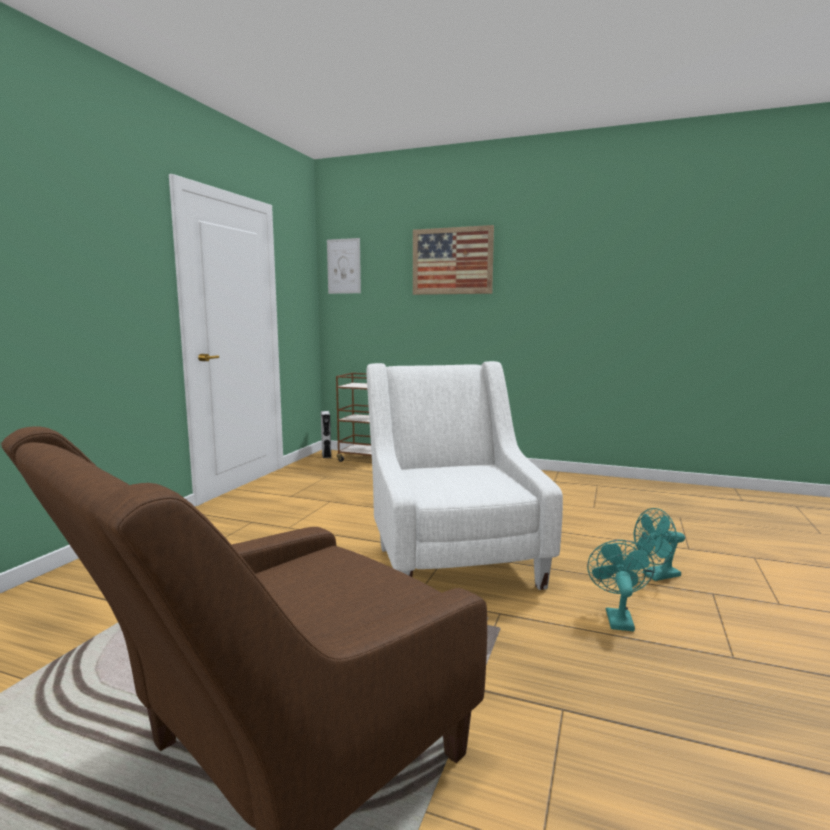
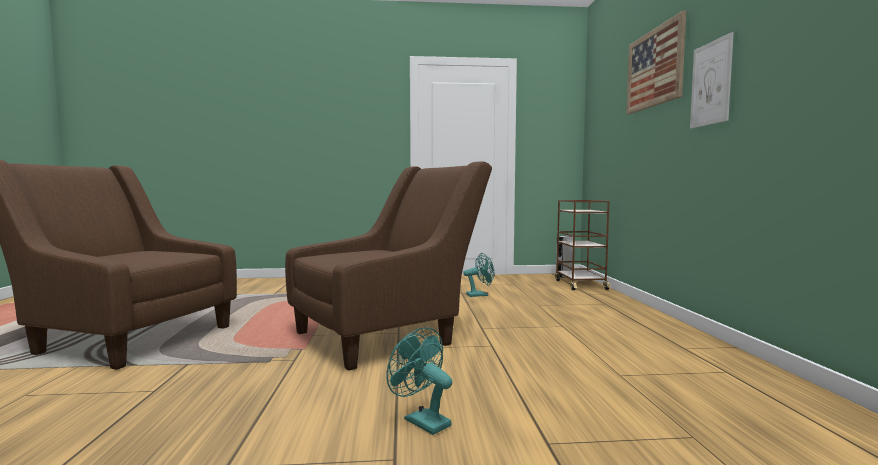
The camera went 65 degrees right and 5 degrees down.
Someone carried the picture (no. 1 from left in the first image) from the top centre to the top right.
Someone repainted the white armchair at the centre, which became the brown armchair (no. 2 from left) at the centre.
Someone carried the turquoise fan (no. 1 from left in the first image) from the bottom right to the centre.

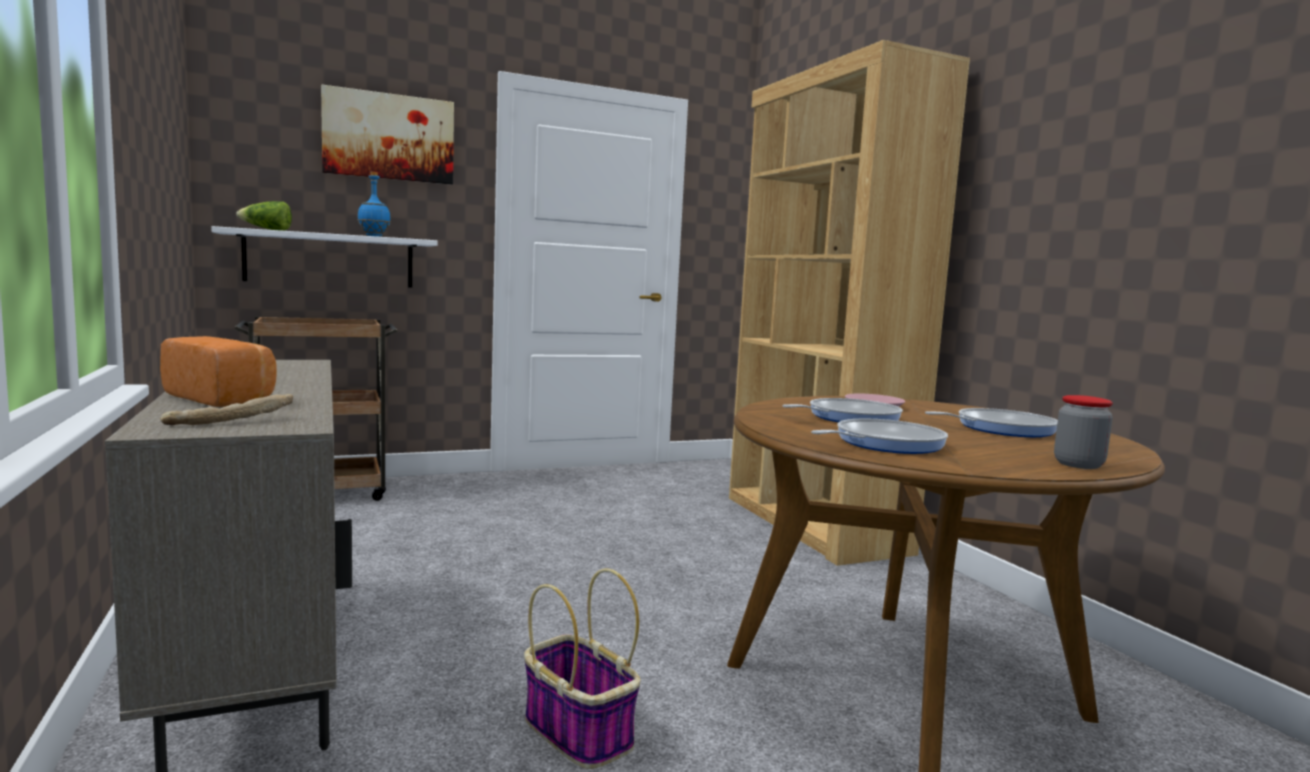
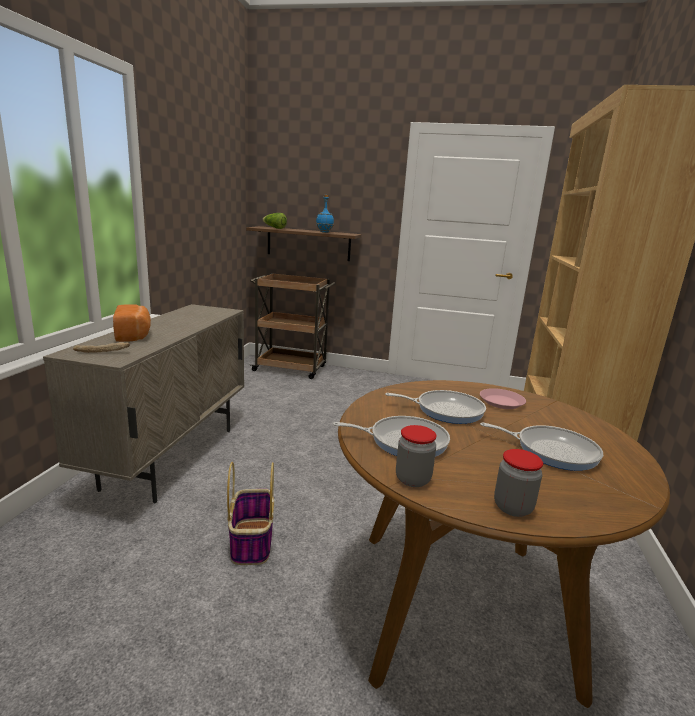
The camera went 35 degrees right and 10 degrees up.
Someone repainted the white shelf at the top left, which became the brown shelf at the centre.
Someone took away the picture at the top left.
Someone put down the jar (no. 1 from left) at the centre.

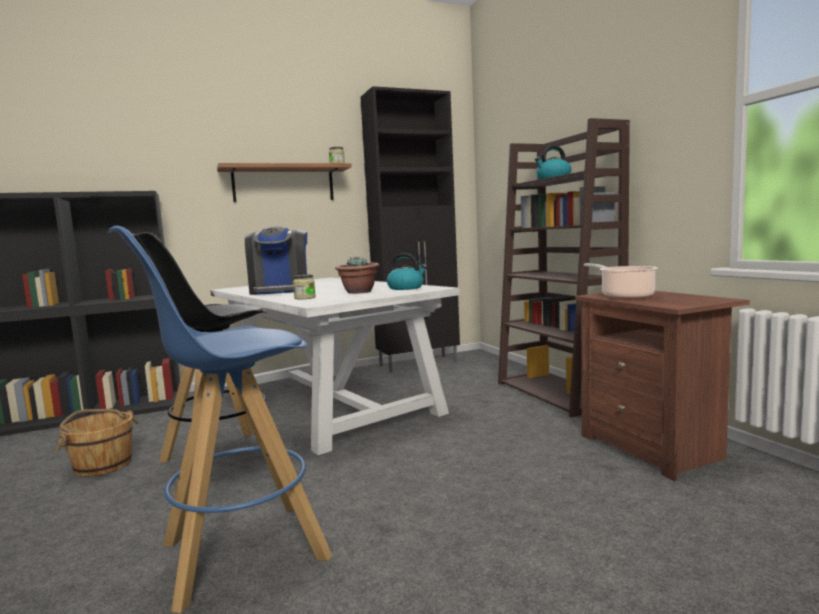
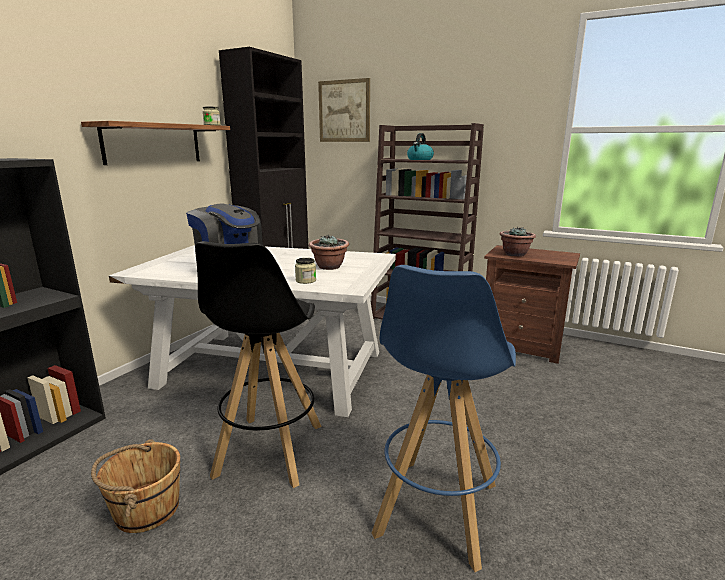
The camera went 40 degrees left and 10 degrees up.
Someone took away the kettle (no. 1 from left) at the centre.
Someone swapped the cooking pot at the middle right for the potted plant (no. 2 from left) at the middle right.
Someone put up the picture at the top centre.

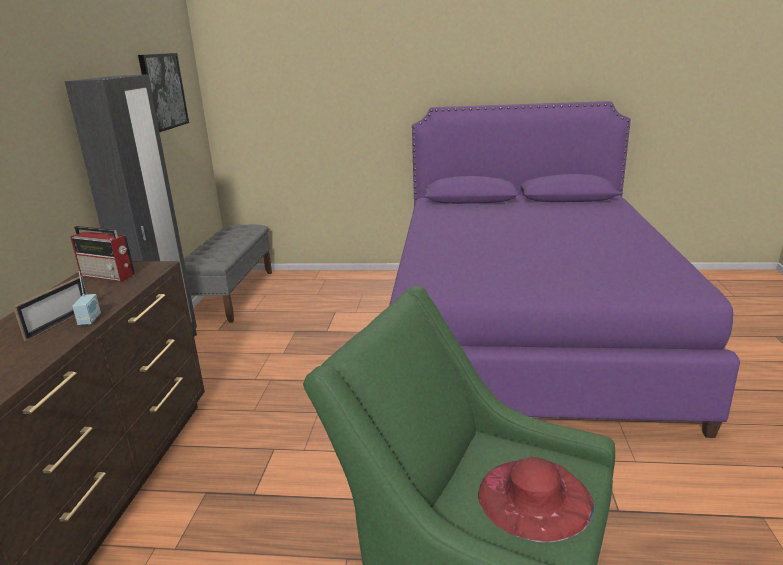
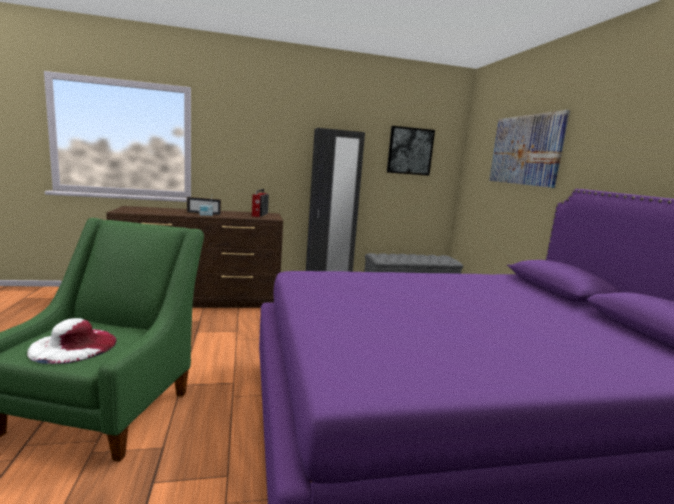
The camera went 70 degrees right and 10 degrees down.
Someone repainted the red hat at the bottom right, which became the white hat at the bottom left.
Someone put up the picture (no. 2 from left) at the top right.

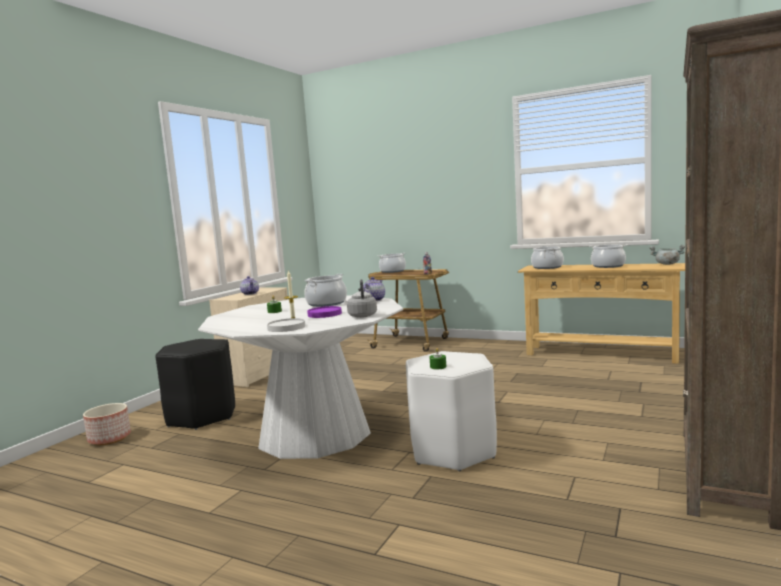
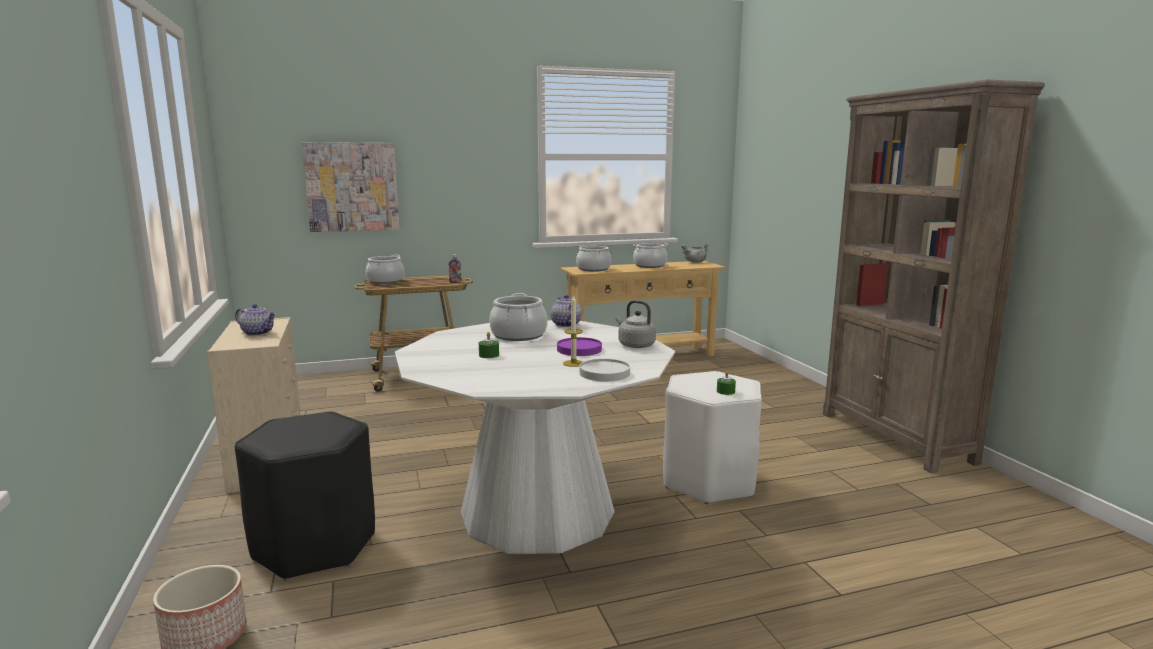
The camera went 45 degrees left and 5 degrees up.
Someone put up the picture at the top left.

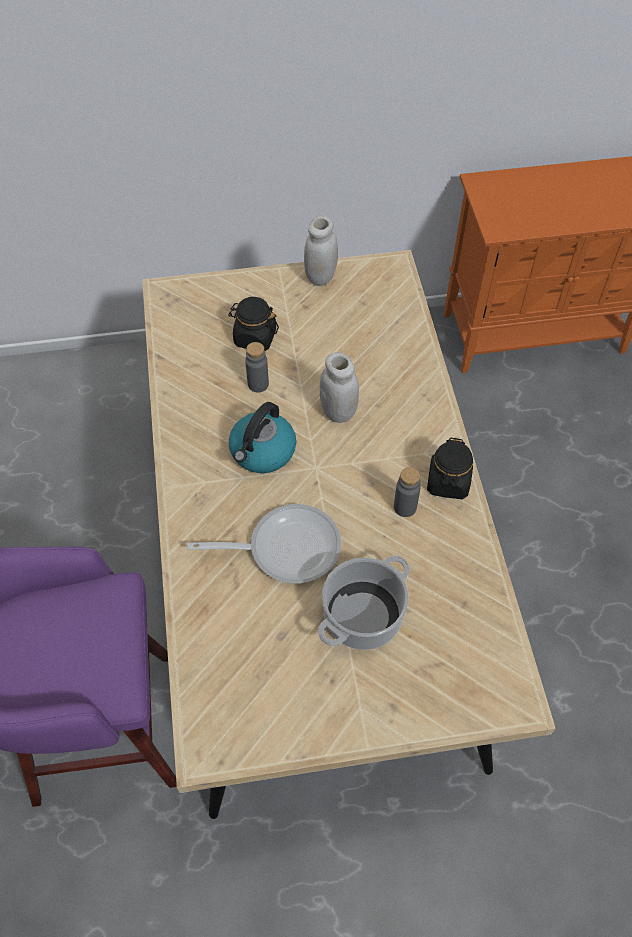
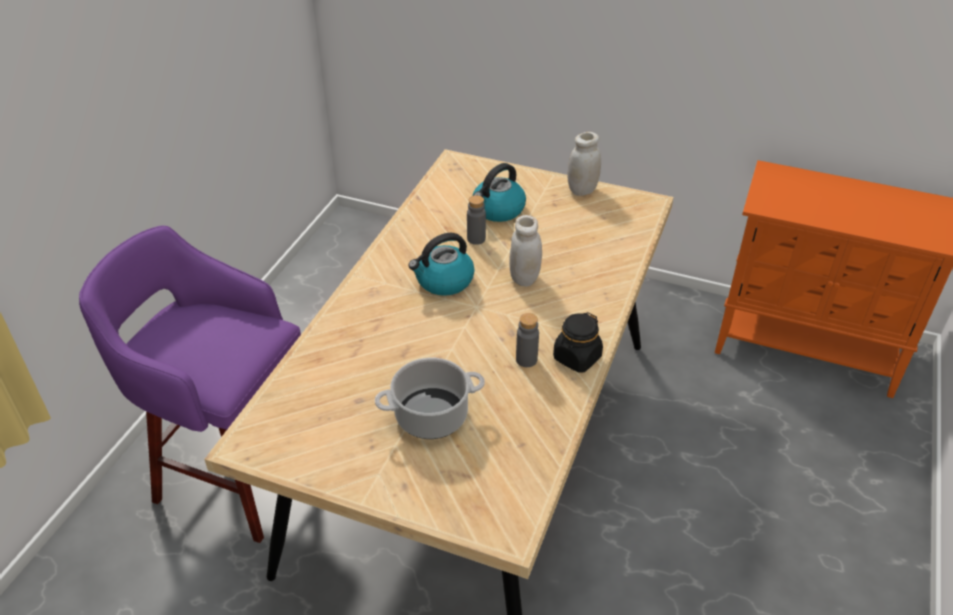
The camera went 30 degrees right and 15 degrees down.
Someone took away the frying pan at the centre.
Someone swapped the black jar (no. 1 from left) at the centre for the kettle (no. 2 from left) at the top centre.

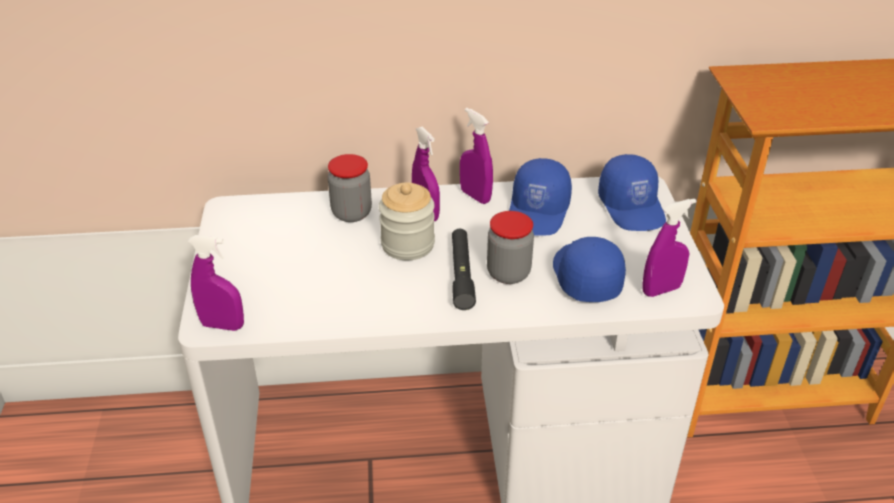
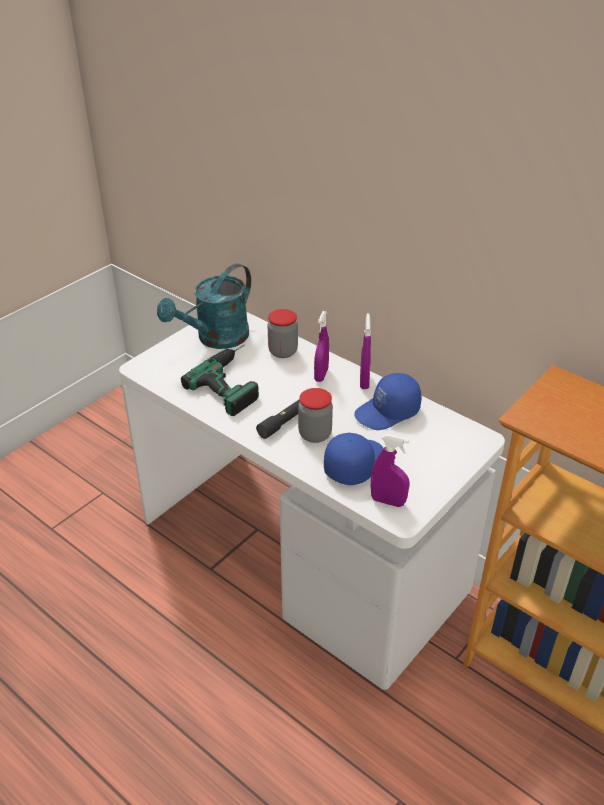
The camera went 45 degrees right and 0 degrees up.
Someone took away the purple spray bottle (no. 1 from left) at the middle left.
Someone took away the jar (no. 2 from left) at the centre.
Someone took away the blue cap (no. 3 from left) at the middle right.
Someone put down the turquoise watering can at the centre.
Someone put down the power drill at the centre.

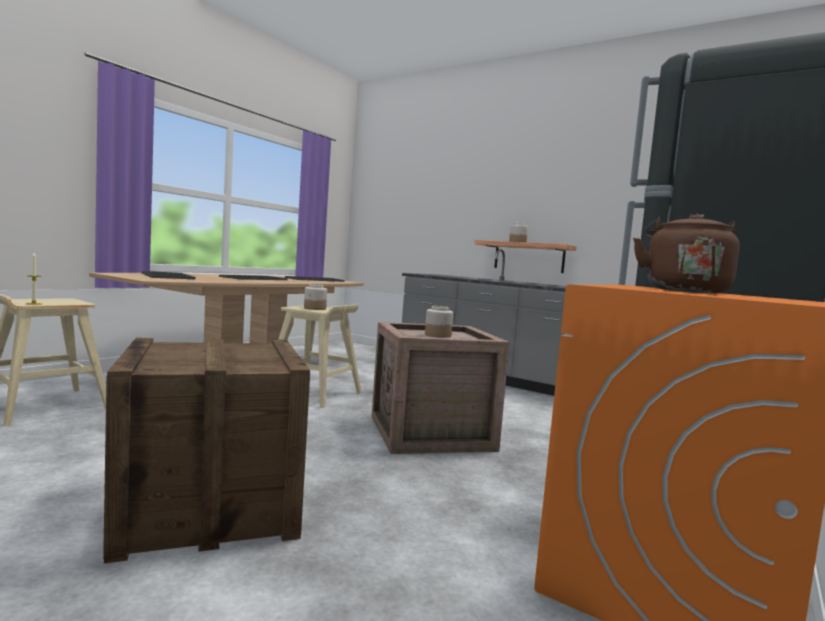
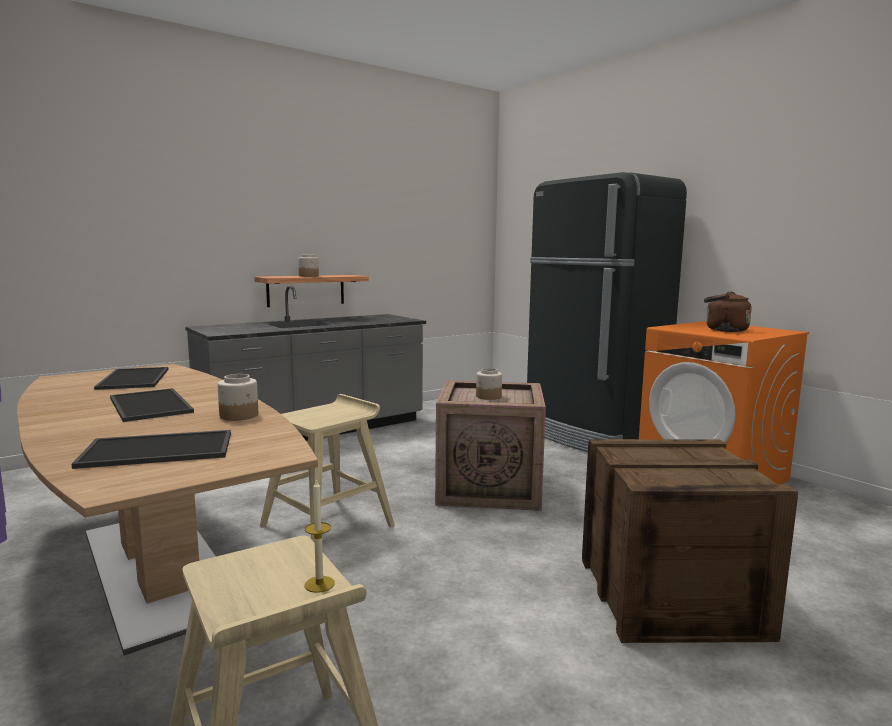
The camera went 70 degrees left and 5 degrees up.
Someone carried the jar (no. 1 from left) from the centre to the middle left.

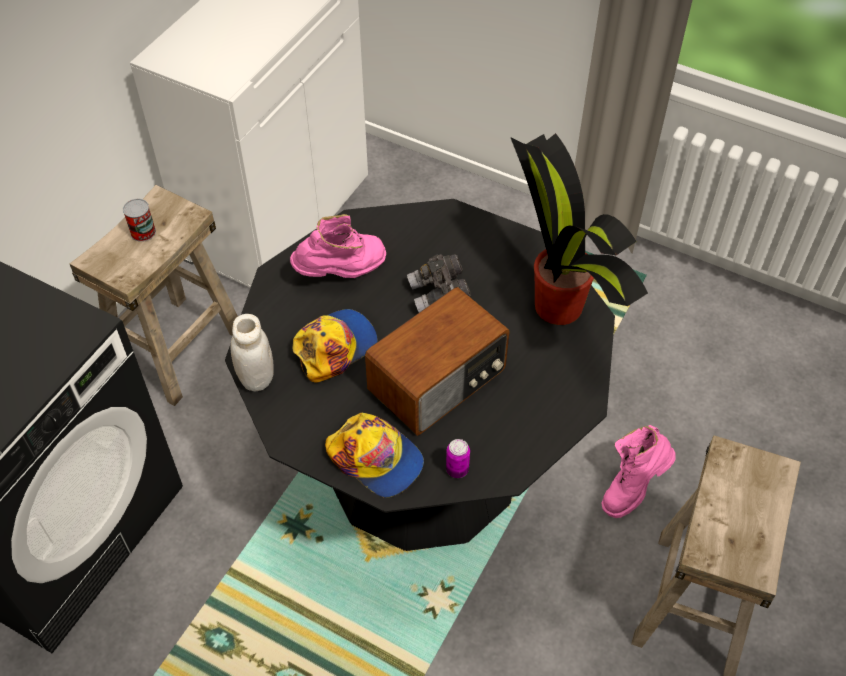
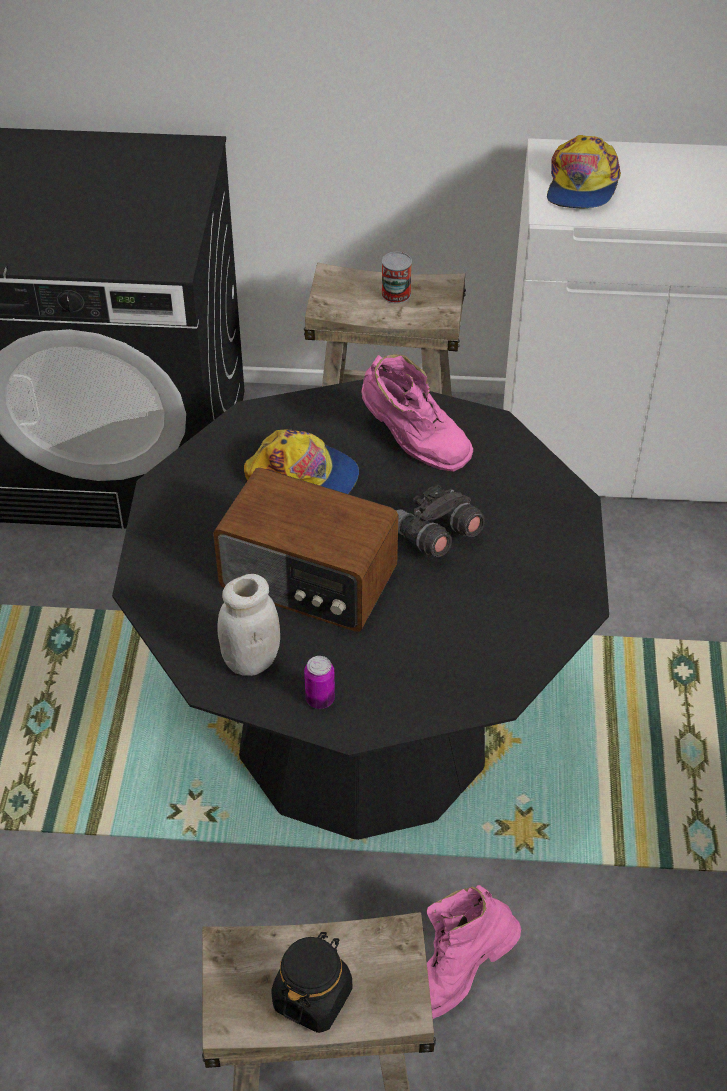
The camera went 65 degrees right and 5 degrees down.
Someone carried the white jar from the middle left to the centre.
Someone carried the cap (no. 2 from left) from the bottom centre to the top right.
Someone carried the can (no. 2 from left in the first image) from the bottom centre to the centre.
Someone took away the potted plant at the middle right.
Someone rotated the pink boot (no. 2 from left) at the bottom right by 60 degrees counterclockwise.
Someone put down the black jar at the bottom centre.

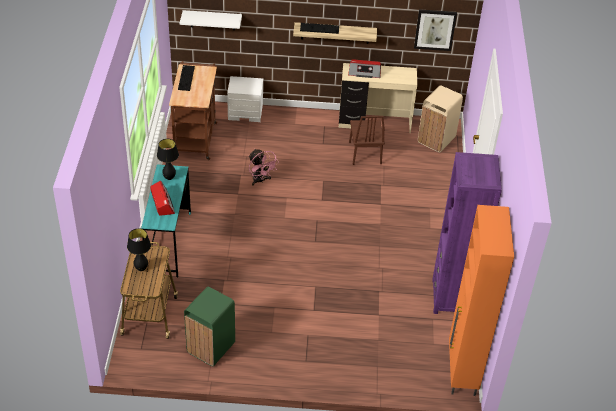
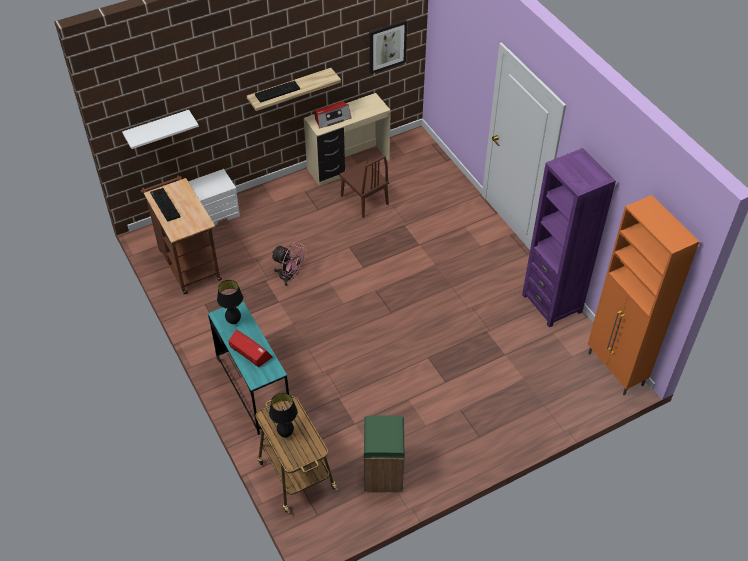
The camera went 30 degrees left and 5 degrees up.
Someone took away the beige trash can at the top right.

